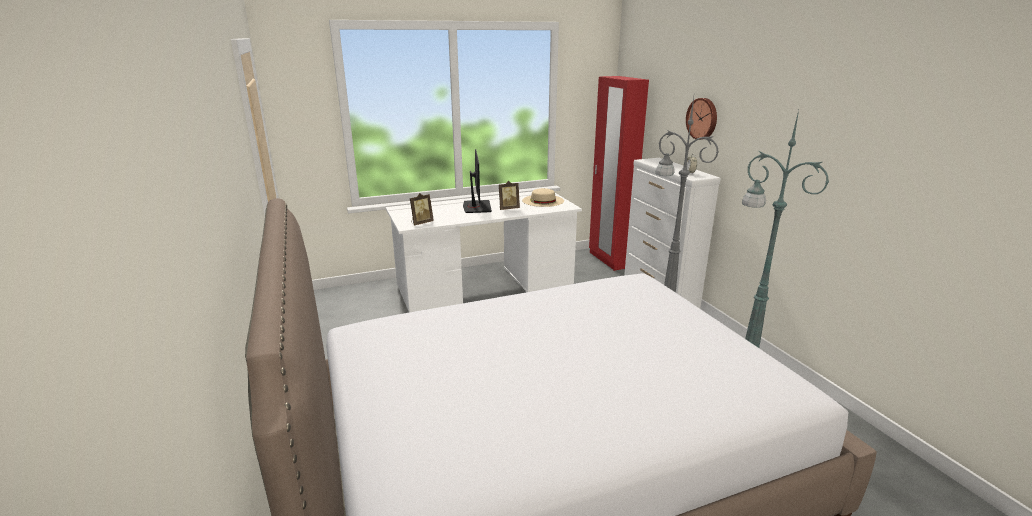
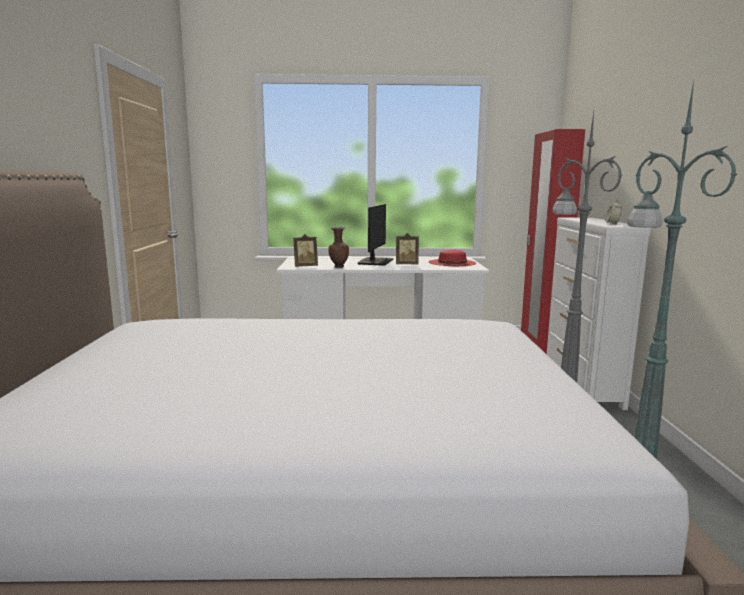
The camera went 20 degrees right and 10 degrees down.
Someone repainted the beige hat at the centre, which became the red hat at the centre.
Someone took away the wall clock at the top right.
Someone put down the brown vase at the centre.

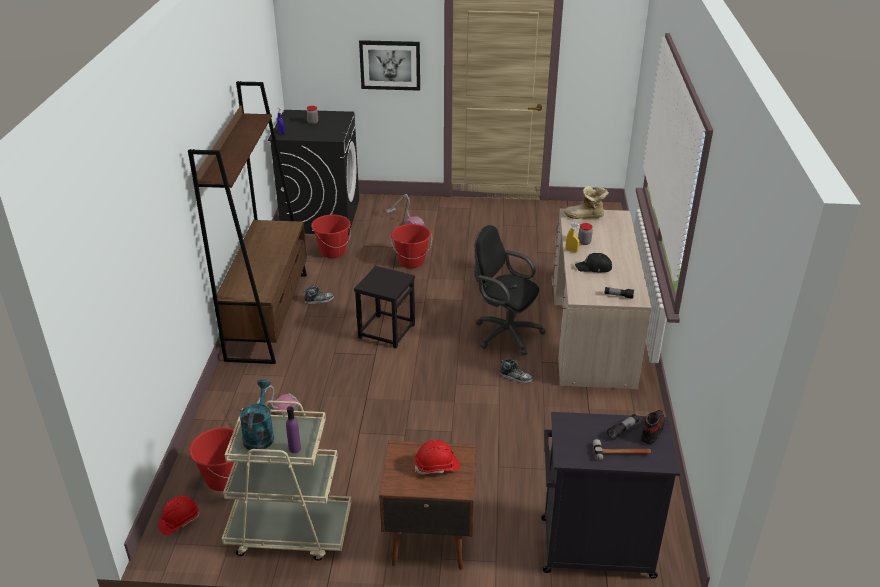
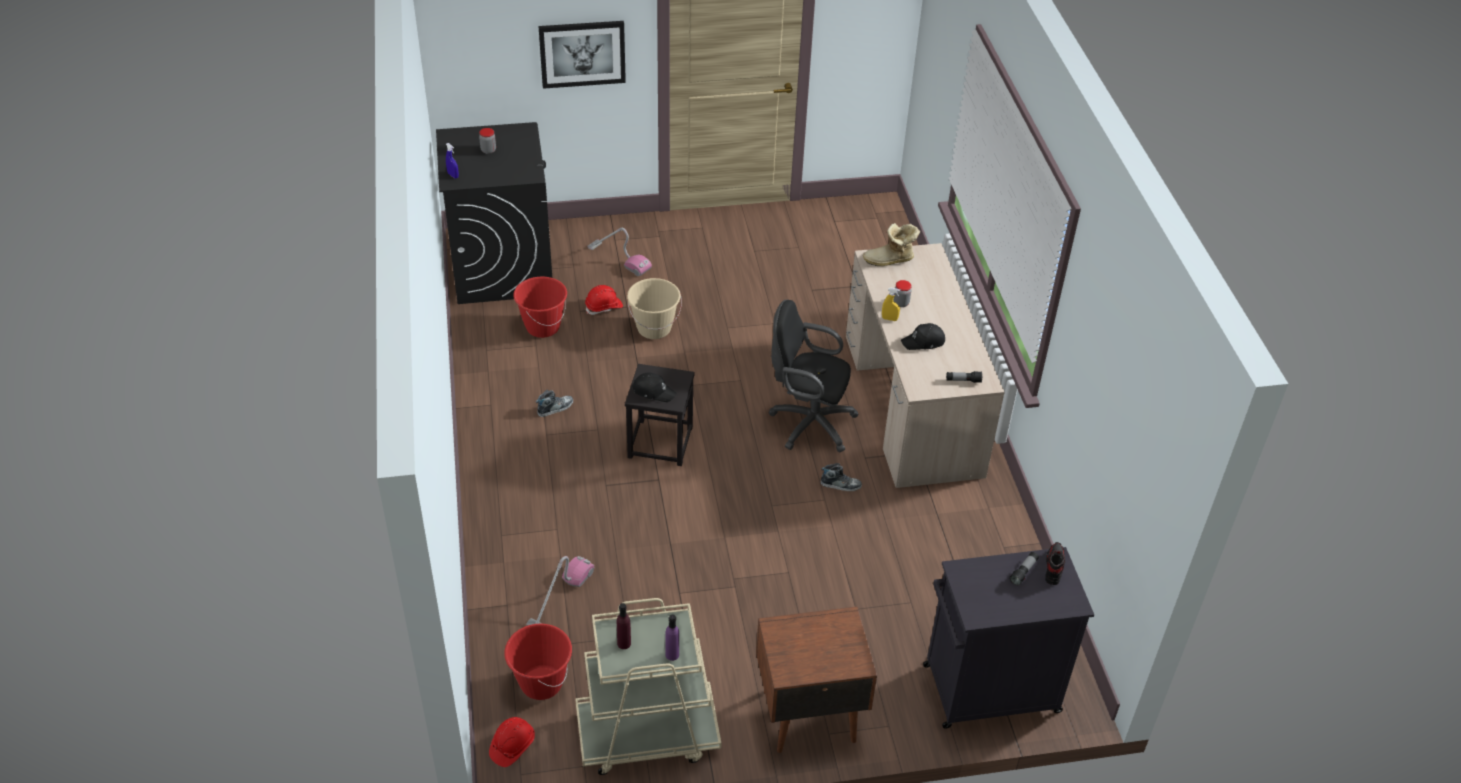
The camera went 15 degrees left and 10 degrees up.
Someone took away the brown bookcase at the middle left.
Someone swapped the turquoise watering can at the bottom left for the purple bottle (no. 1 from left) at the bottom centre.
Someone repainted the red bucket (no. 3 from left) at the centre, which became the beige bucket at the centre.
Someone carried the red hard hat (no. 2 from left) from the bottom centre to the centre.
Someone took away the hammer at the bottom right.
Someone put down the black cap (no. 1 from left) at the centre.

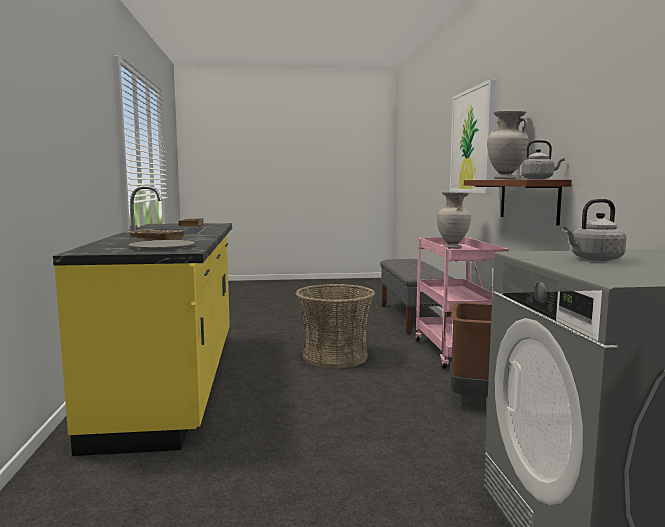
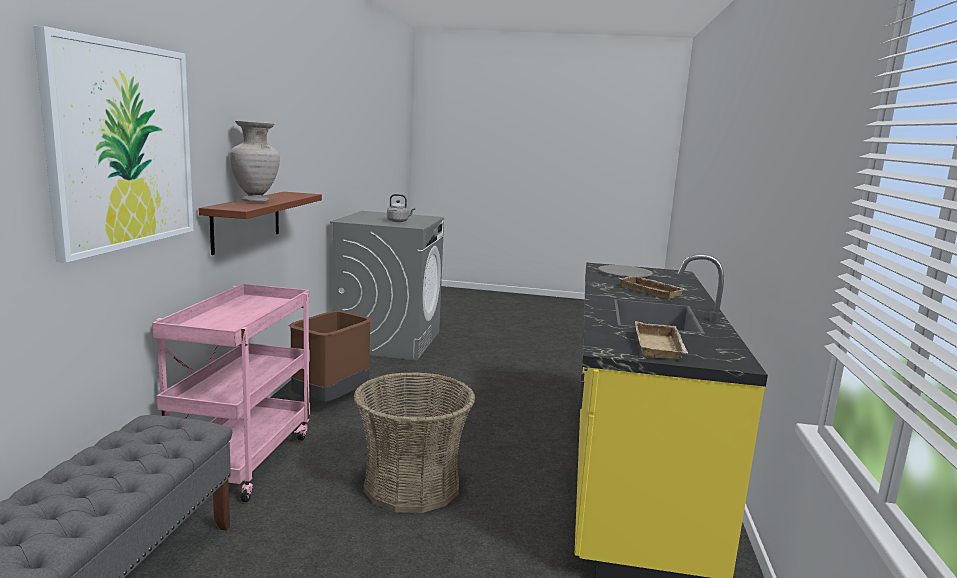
The camera went 165 degrees left and 5 degrees up.
Someone took away the beige vase (no. 1 from left) at the middle right.
Someone took away the grey kettle (no. 1 from left) at the top right.

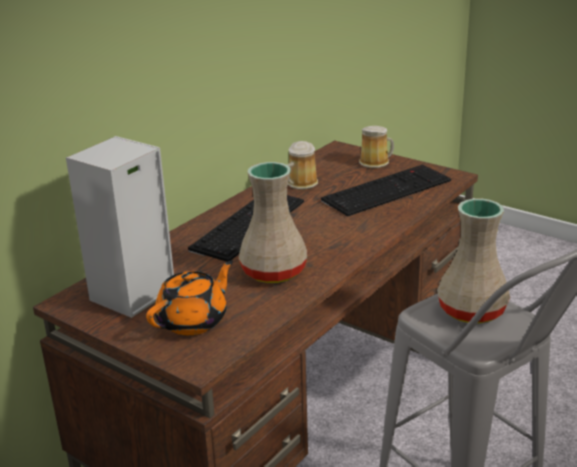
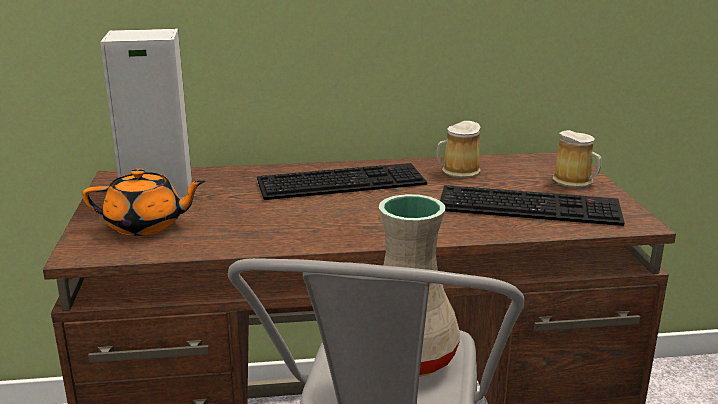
The camera went 45 degrees right and 5 degrees down.
Someone took away the beige vase (no. 1 from left) at the centre.

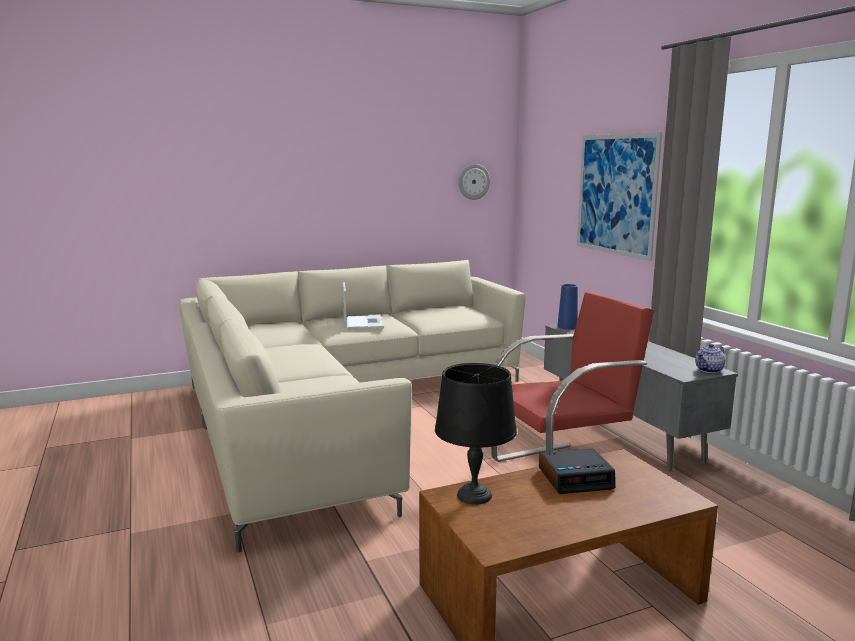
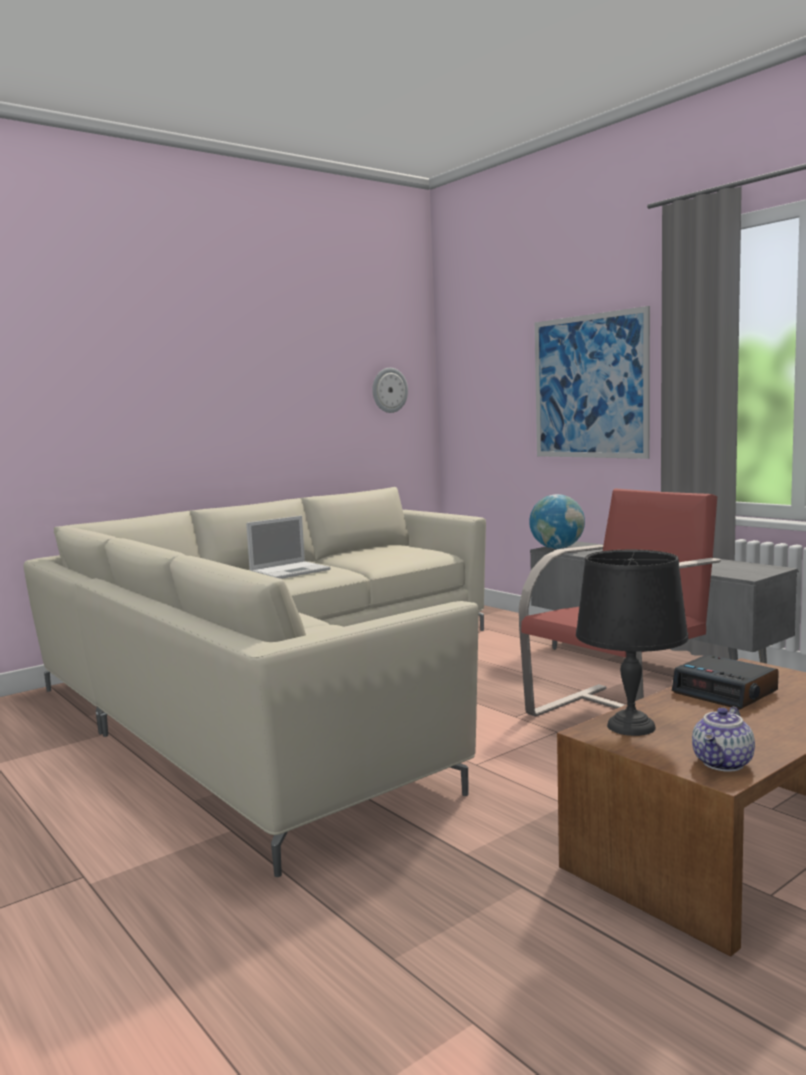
The camera went 15 degrees left and 5 degrees down.
Someone rotated the laptop at the centre by 75 degrees clockwise.
Someone rotated the alarm clock at the bottom right by 75 degrees clockwise.
Someone swapped the blue vase at the centre for the globe at the middle right.
Someone carried the teapot from the middle right to the bottom right.

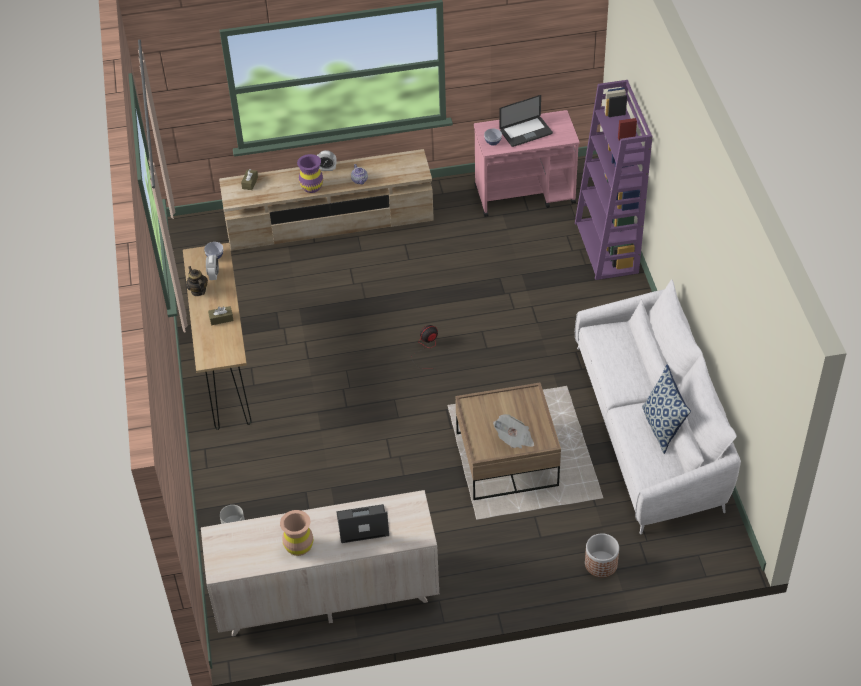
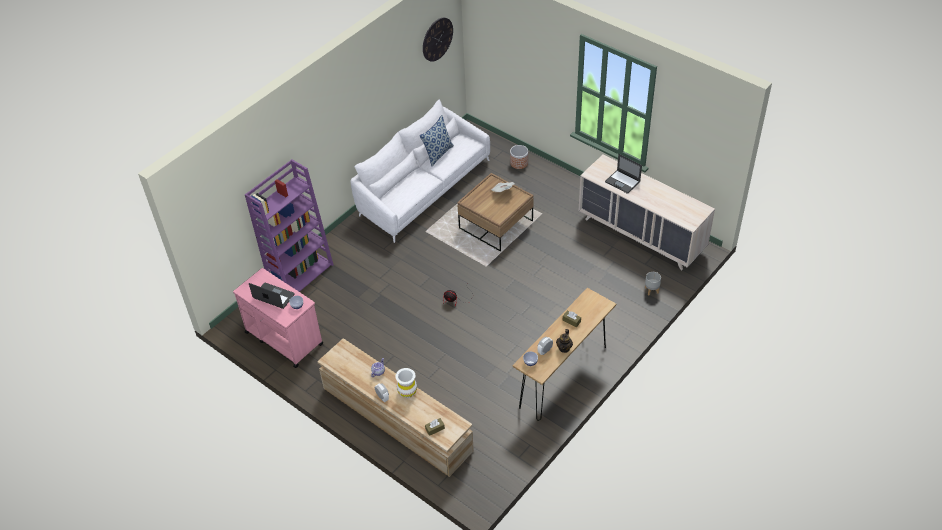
The camera went 130 degrees left and 0 degrees up.
Someone took away the brown vase at the bottom centre.
Someone repainted the purple vase at the top centre, which became the white vase at the bottom centre.
Someone put up the wall clock at the top centre.

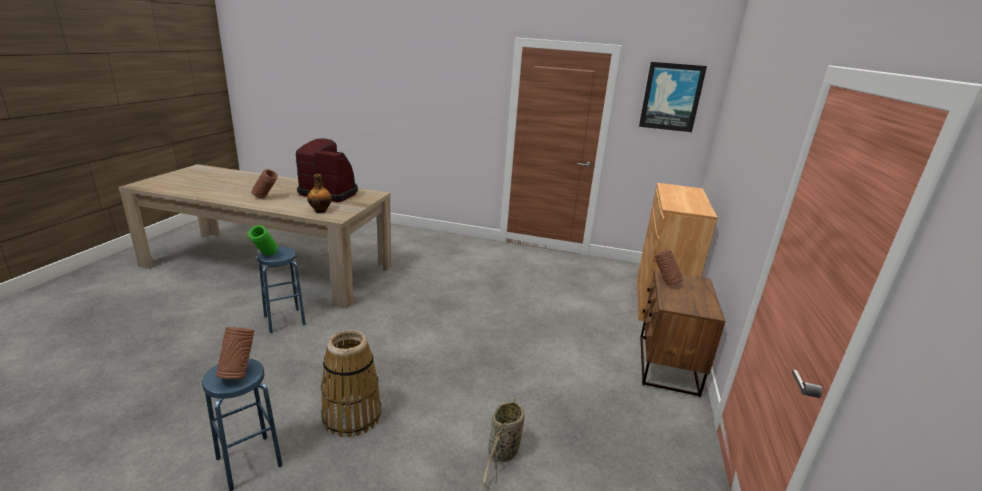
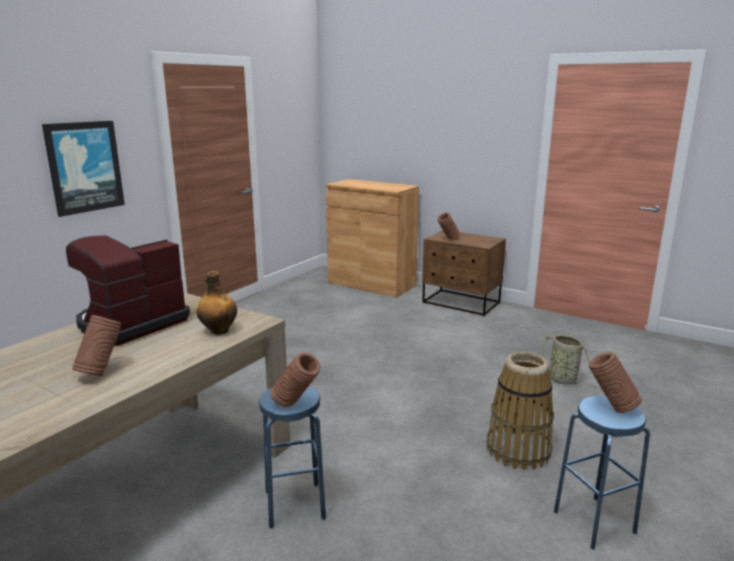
The camera went 70 degrees left and 5 degrees down.
Someone repainted the green vase at the middle left, which became the brown vase (no. 2 from left) at the bottom centre.
Someone carried the picture from the top right to the top left.

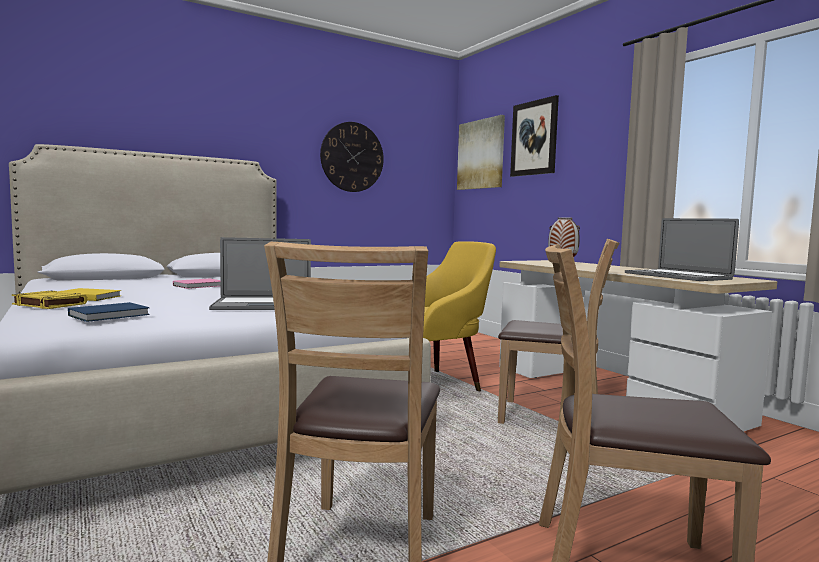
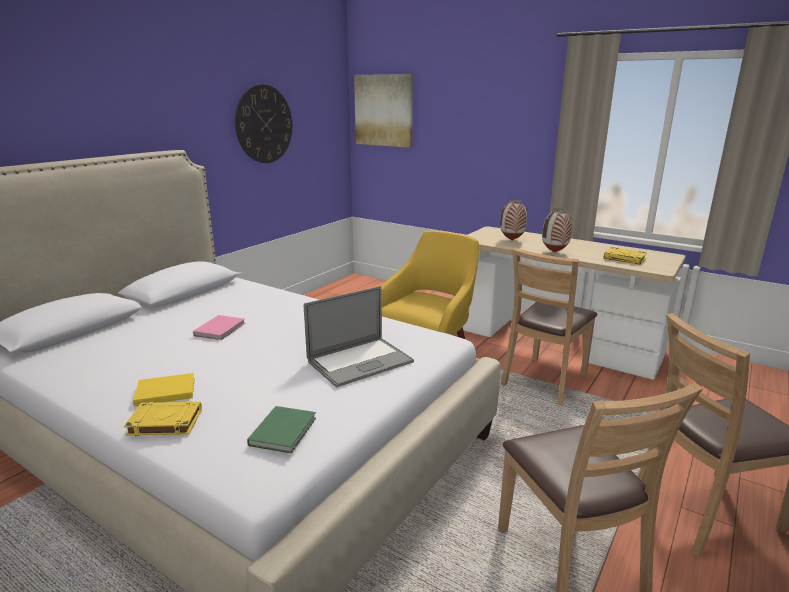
The camera went 25 degrees left and 15 degrees up.
Someone repainted the blue book at the middle left, which became the green book at the bottom centre.
Someone rotated the brown chair (no. 2 from left in the first image) at the middle right by 135 degrees clockwise.
Someone took away the picture (no. 2 from left) at the top centre.
Someone swapped the laptop (no. 2 from left) at the middle right for the yellow book (no. 3 from left) at the middle right.
Someone put down the vase (no. 2 from left) at the middle right.

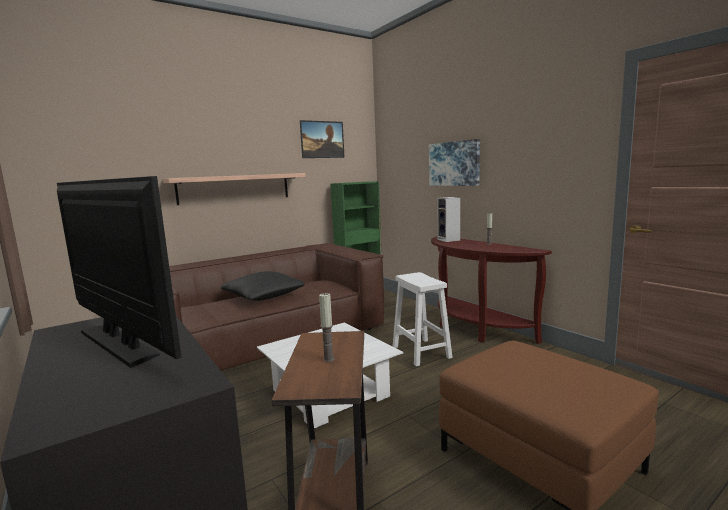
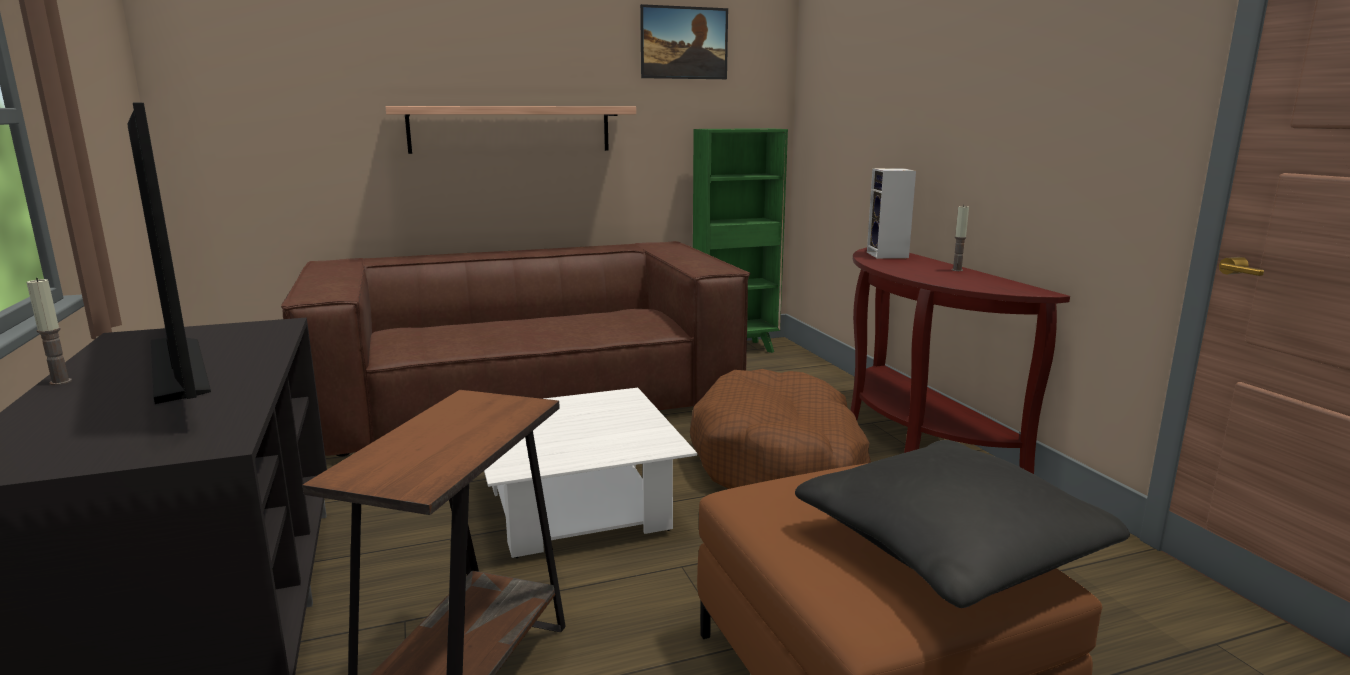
The camera went 15 degrees right and 5 degrees up.
Someone carried the black pillow from the centre to the bottom right.
Someone carried the candle (no. 1 from left) from the centre to the middle left.
Someone swapped the white stool at the centre for the brown dog bed at the centre.
Someone took away the picture (no. 2 from left) at the top centre.

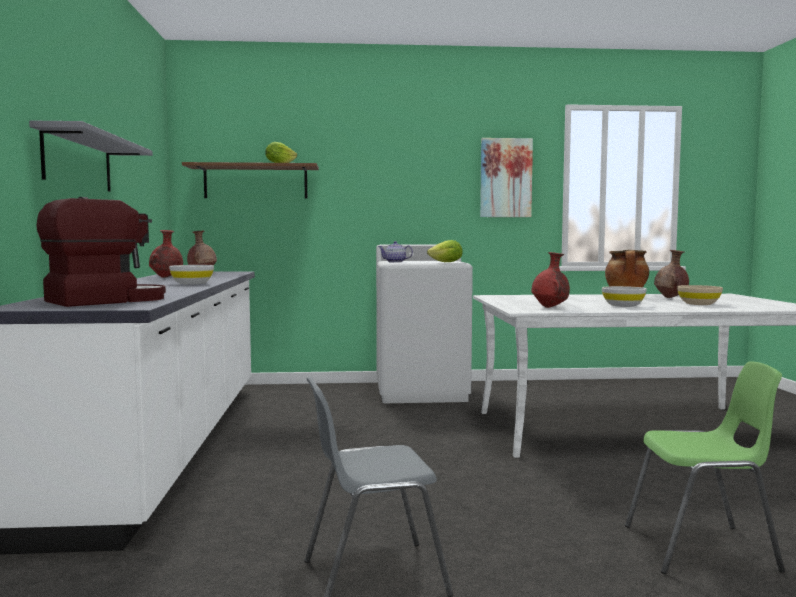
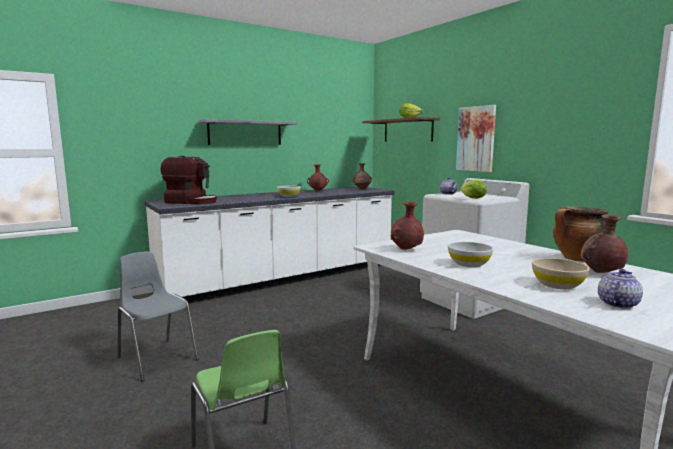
The camera went 60 degrees right and 5 degrees up.
Someone carried the picture from the top centre to the top right.
Someone put down the teapot (no. 2 from left) at the middle right.

